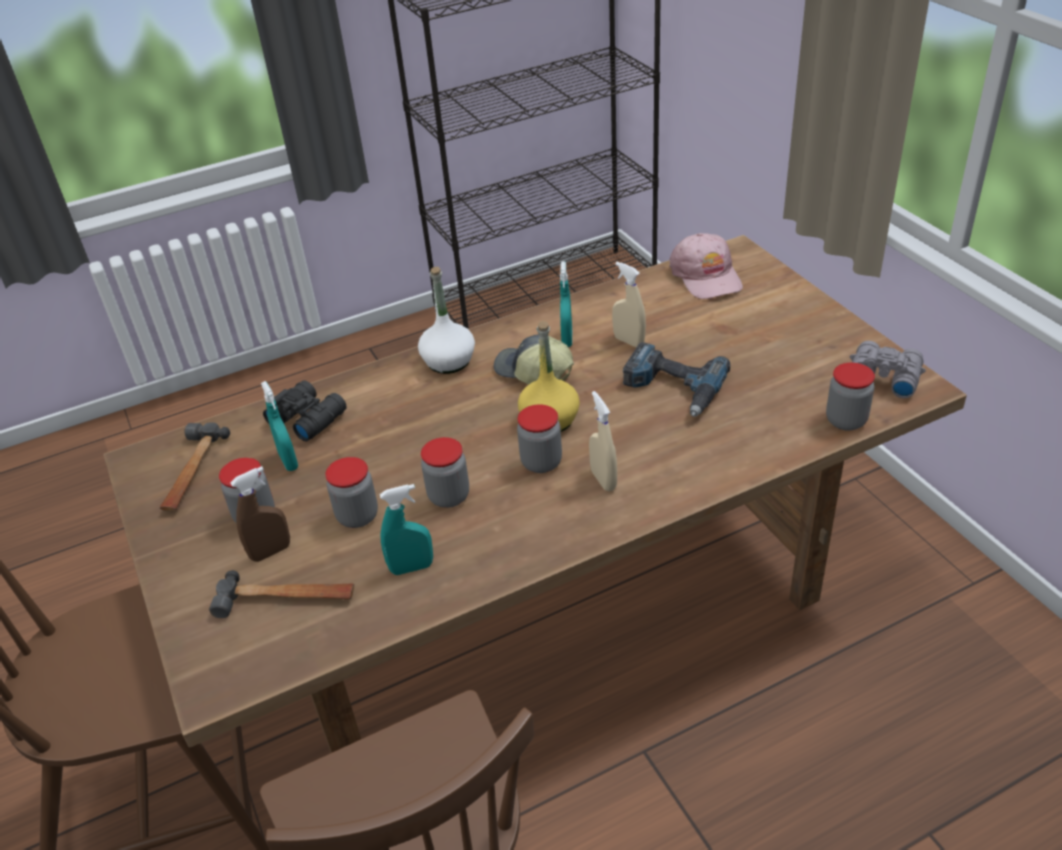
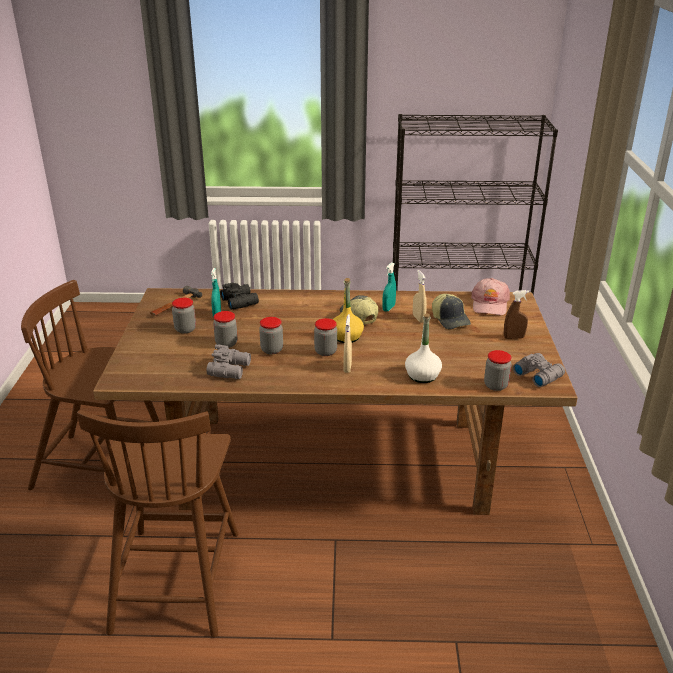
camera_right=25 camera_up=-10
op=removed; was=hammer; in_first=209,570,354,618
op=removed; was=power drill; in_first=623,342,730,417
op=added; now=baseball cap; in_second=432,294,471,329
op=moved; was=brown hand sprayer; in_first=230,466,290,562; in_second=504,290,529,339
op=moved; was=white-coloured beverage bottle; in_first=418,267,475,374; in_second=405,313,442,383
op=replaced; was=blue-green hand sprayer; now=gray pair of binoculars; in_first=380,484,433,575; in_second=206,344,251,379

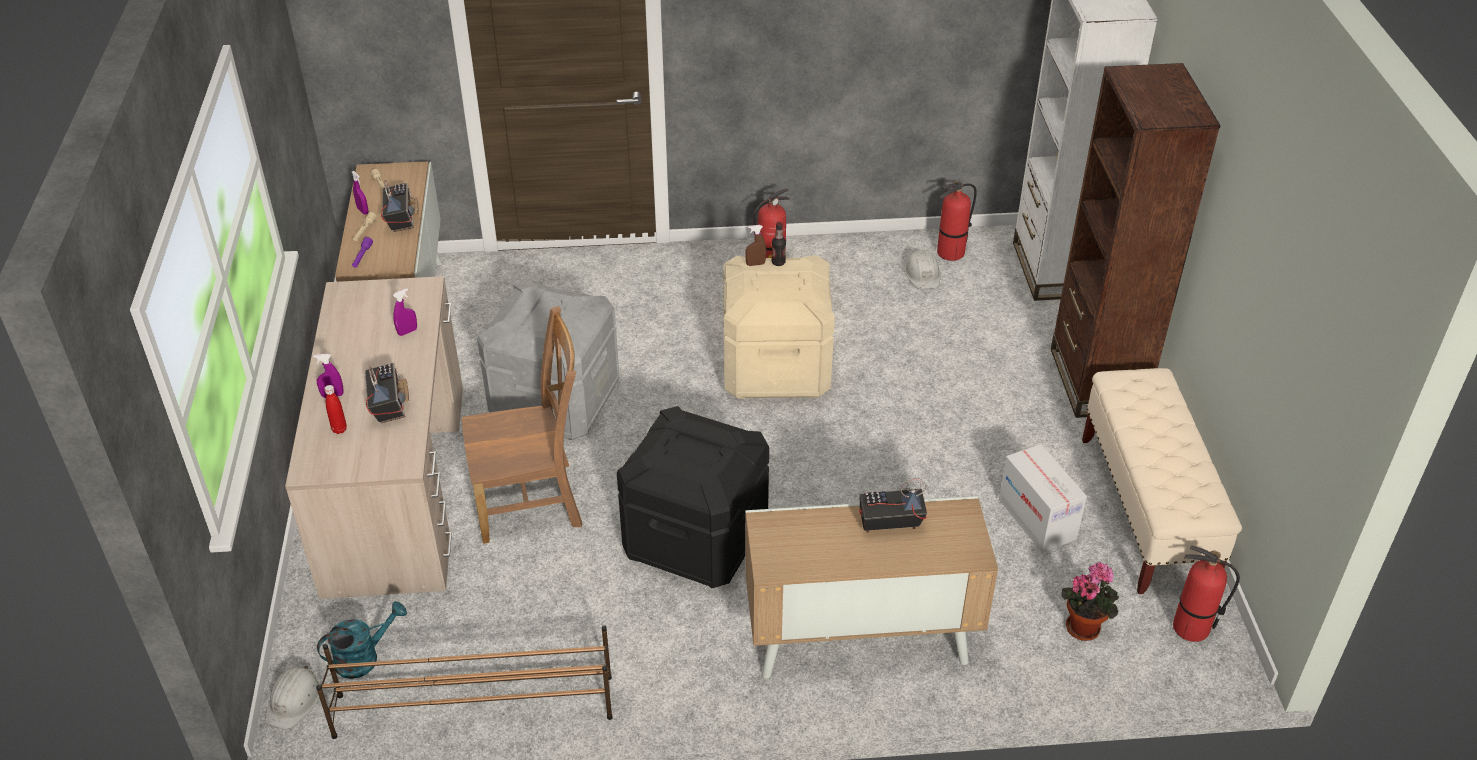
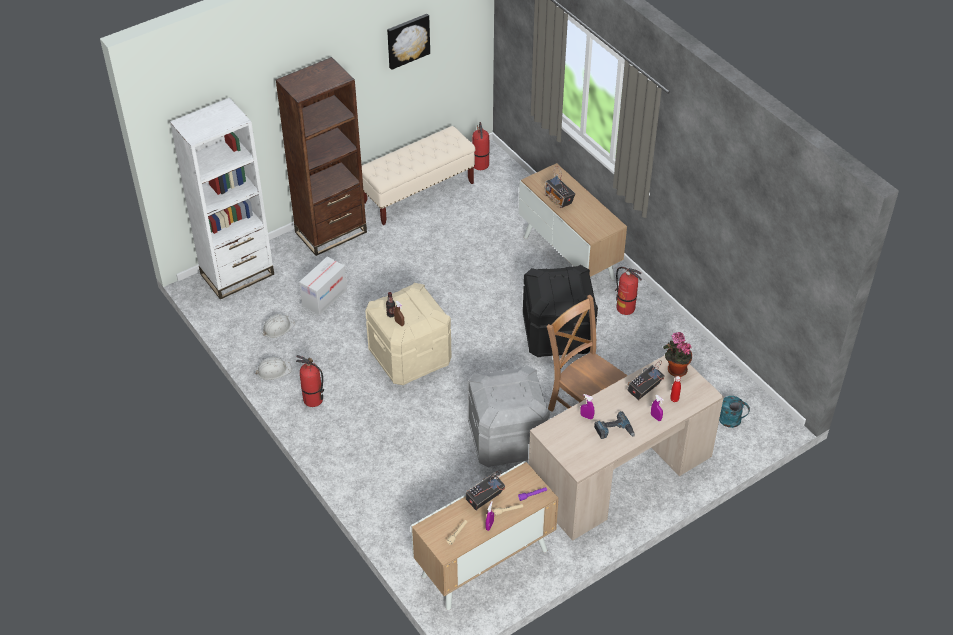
camera_right=-120 camera_up=5
op=removed; was=brown shoe rack; in_first=316,625,613,739
op=added; now=wall art; in_second=387,14,430,70
op=added; now=power drill; in_second=594,411,635,439
op=moved; was=white-coloured hard hat; in_first=265,666,320,730; in_second=255,357,292,380
op=moved; was=fire extinguisher; in_first=937,181,977,261; in_second=615,267,642,315
op=moved; was=packing box; in_first=999,444,1087,553; in_second=299,257,347,315
op=moved; was=houseplant; in_first=1061,562,1119,641; in_second=663,332,692,377

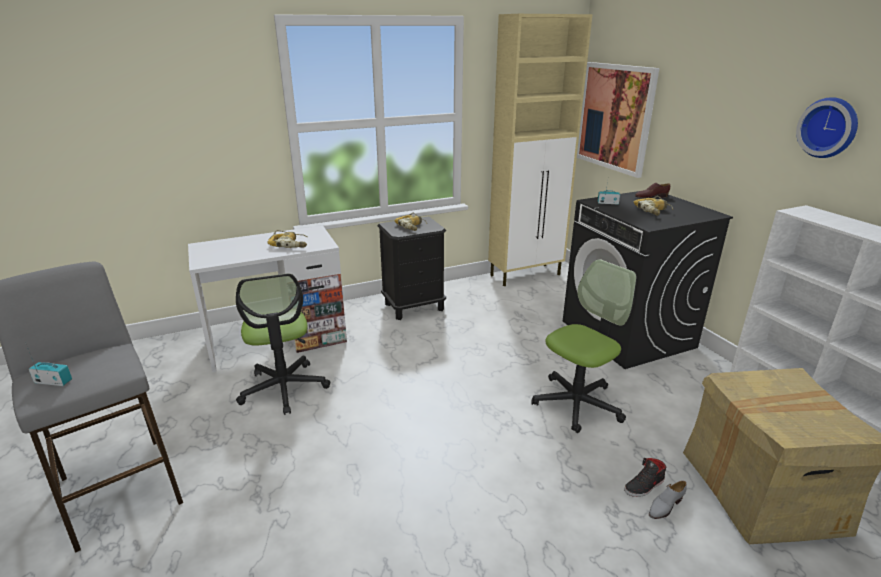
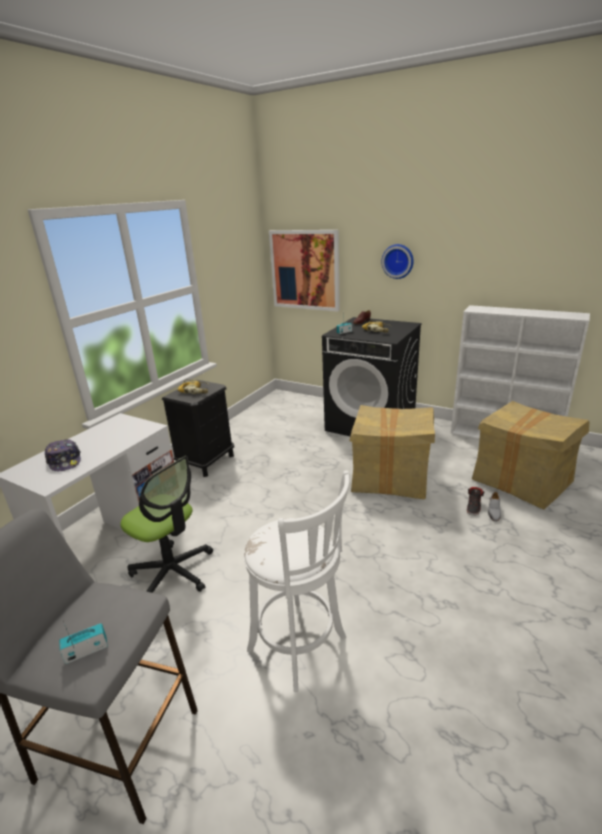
camera_right=-35 camera_up=0
op=removed; was=power drill; in_first=267,230,307,248
op=removed; was=beige-coloured storage cabinet; in_first=488,14,593,286
op=added; now=baseball cap; in_second=45,439,81,471
op=added; now=white-coloured stool seat; in_second=244,470,350,692
op=moved; was=clock on the wall; in_first=796,97,858,158; in_second=381,244,414,279
op=replaced; was=office chair; now=packing box; in_first=531,259,637,433; in_second=349,405,435,499

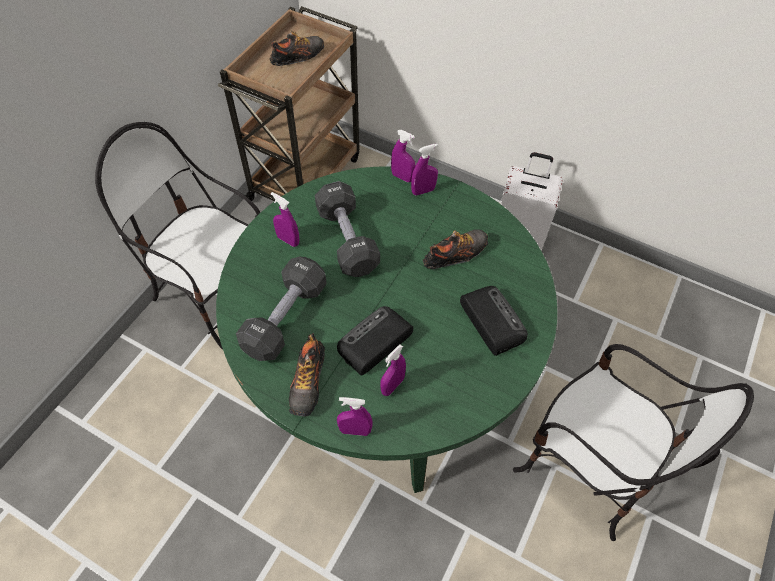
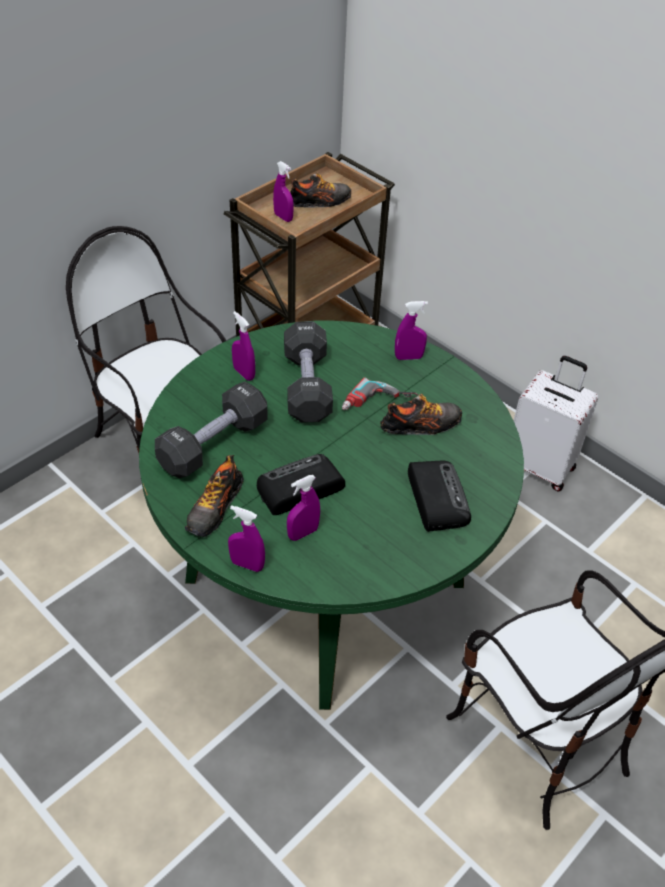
camera_right=15 camera_up=-10
op=added; now=power drill; in_second=342,377,418,410
op=moved; was=purple hand sprayer; in_first=391,130,416,182; in_second=273,161,294,222

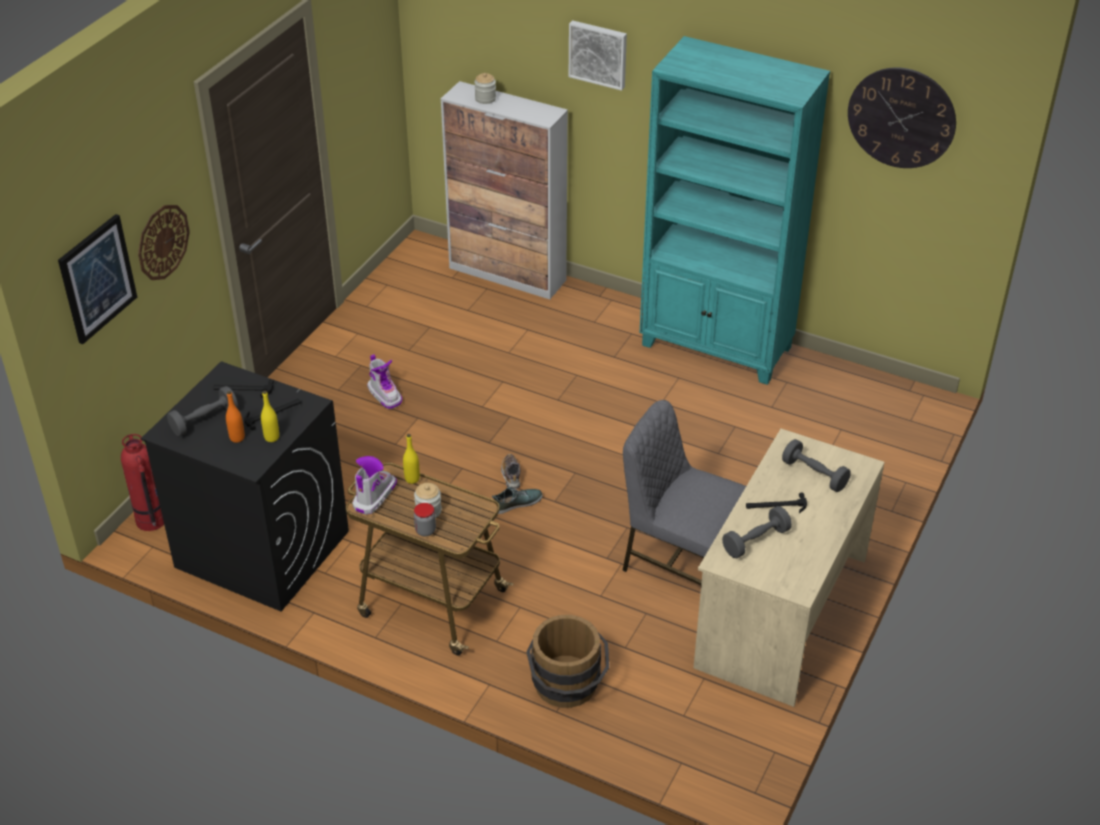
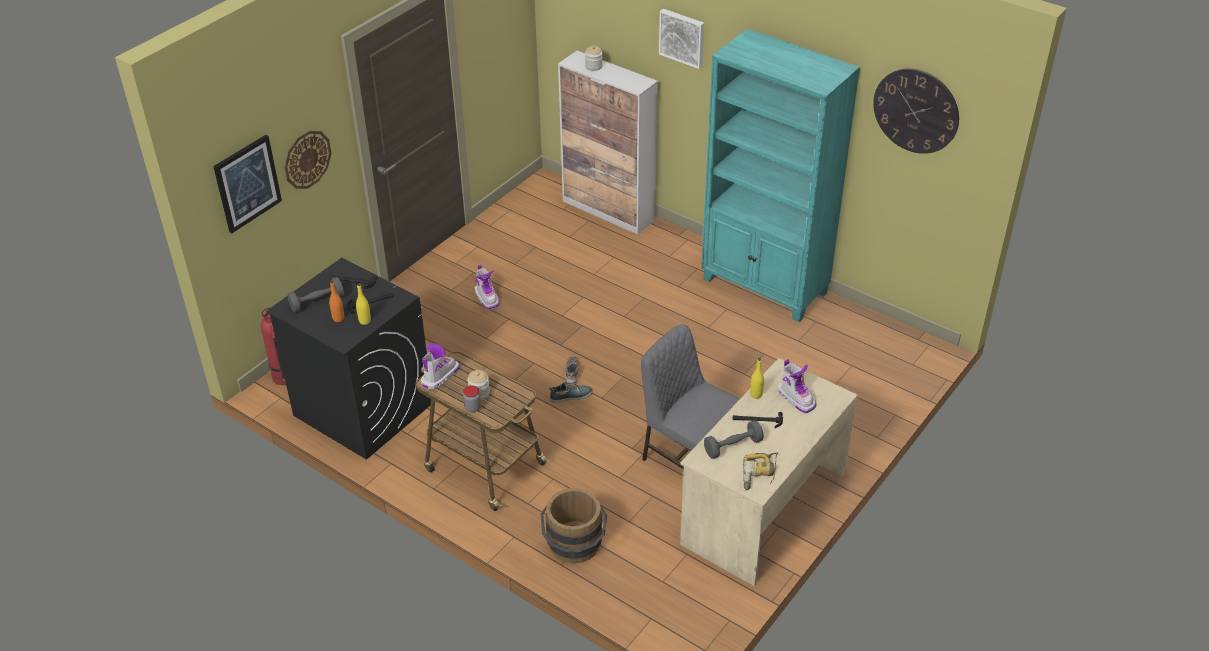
camera_right=10 camera_up=0
op=added; now=power drill; in_second=743,452,778,490
op=moved; was=yellow-coloured beverage bottle; in_first=403,434,420,484; in_second=750,358,764,399
op=replaced; was=gray hand weight; now=boot; in_first=782,439,851,492; in_second=777,359,816,413

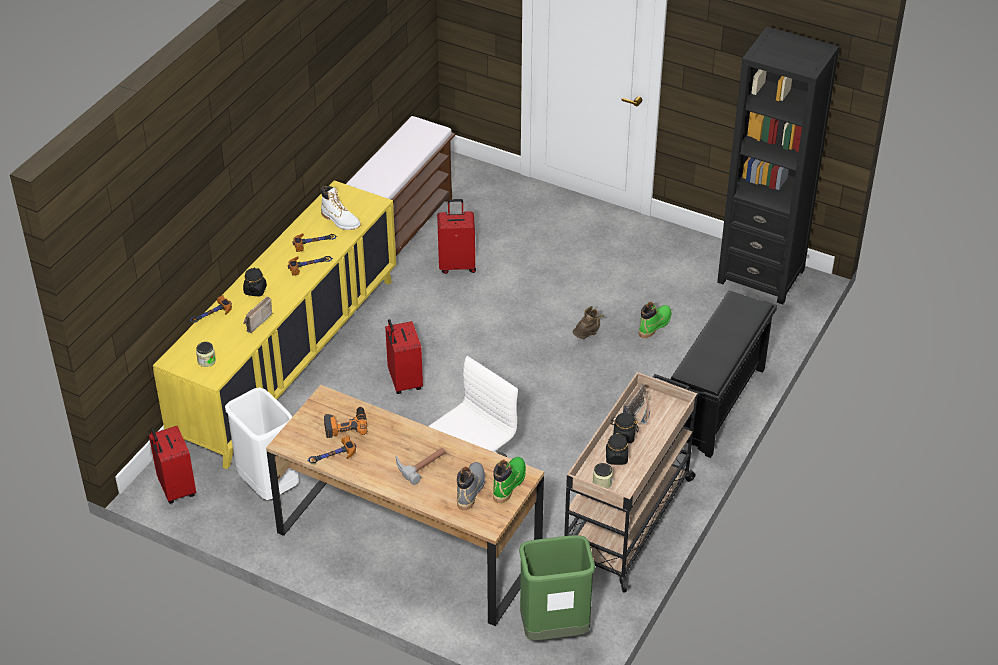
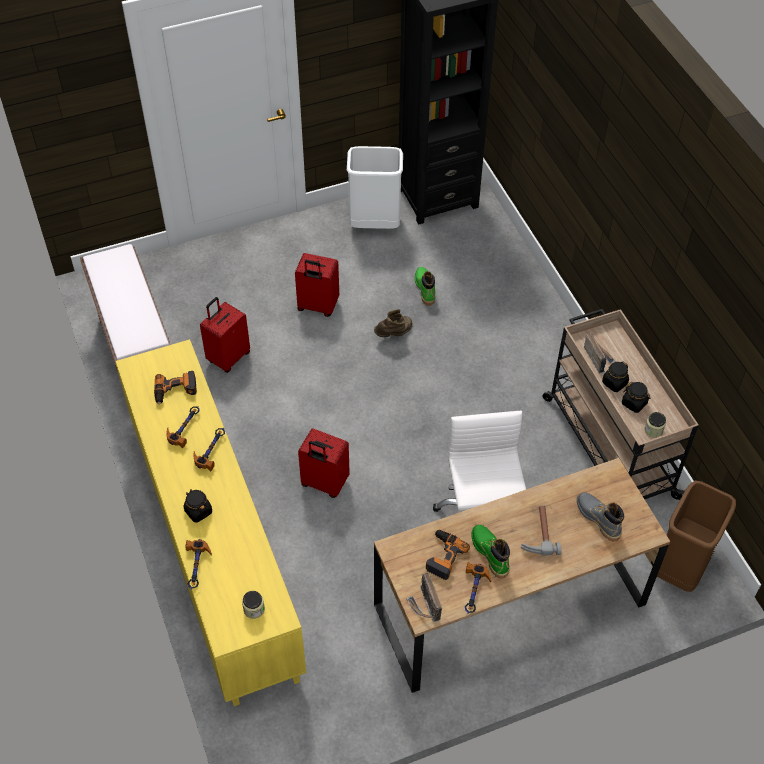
camera_right=-50 camera_up=10
op=removed; was=black-coloured shoe rack; in_first=668,290,777,458
op=moved; was=reddish suitcase; in_first=149,426,196,504; in_second=295,253,339,317
op=moved; was=white-coloured waste bin; in_first=225,387,299,500; in_second=347,146,403,229
op=moved; was=radio receiver; in_first=243,297,273,333; in_second=406,573,442,622
op=moved; was=greenish boot; in_first=493,457,526,503; in_second=471,525,510,579
op=replaced; was=white-coloured boot; now=power drill; in_first=321,186,361,230; in_second=154,371,197,405
op=recoloured; was=greenish waste bin; now=brown waste bin; in_first=519,535,595,640; in_second=657,481,736,592
op=turned; was=brown boot; in_first=573,306,604,339; in_second=374,309,413,337; clockwise=75

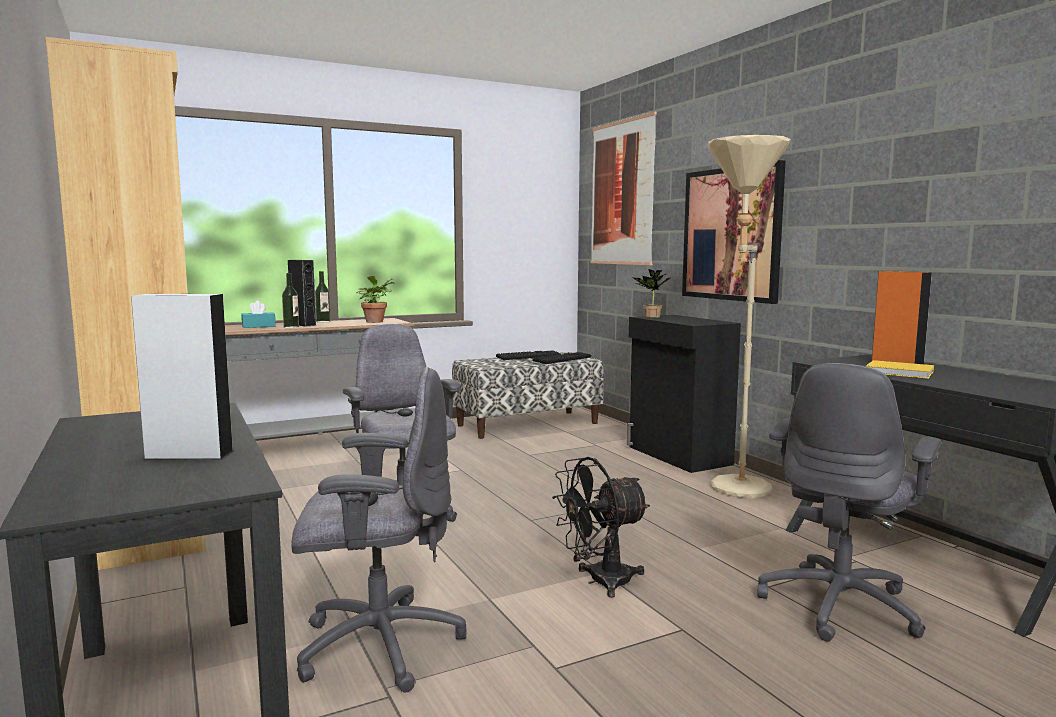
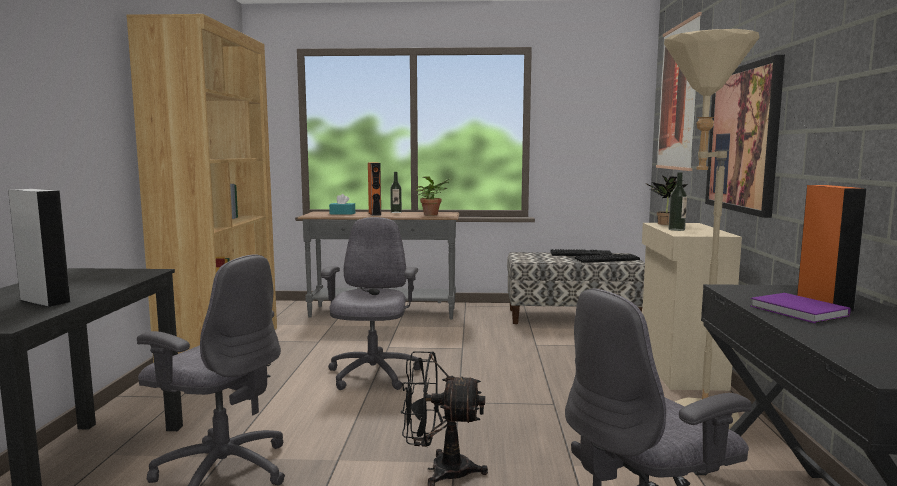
camera_right=30 camera_up=0
op=moved; was=beverage bottle; in_first=282,273,299,328; in_second=668,172,687,231
op=recoloured; was=black-coloured loudspeaker; now=orangey loudspeaker; in_first=288,260,317,327; in_second=368,163,381,216
op=recoloured; was=black-coloured storage cabinet; now=beige-coloured storage cabinet; in_first=627,315,741,473; in_second=642,223,742,391
op=recoloured; was=yellow-coloured book; now=purple book; in_first=866,360,934,379; in_second=750,293,851,323

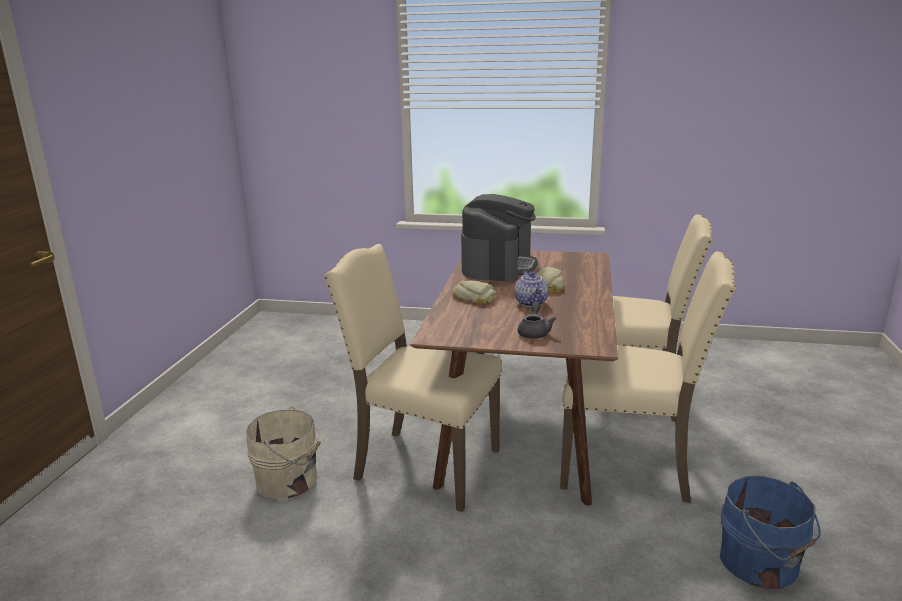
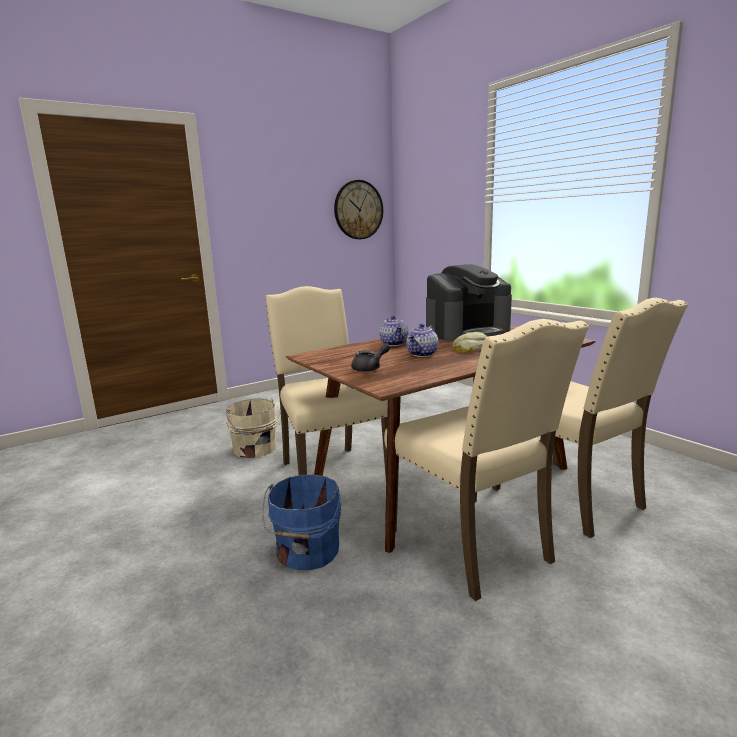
camera_right=45 camera_up=-5
op=added; now=clock on the wall; in_second=334,180,383,239
op=moved; was=blue-coloured bucket; in_first=720,476,821,589; in_second=262,475,341,570
op=replaced; was=bread; now=teapot; in_first=452,281,497,304; in_second=379,316,409,346

